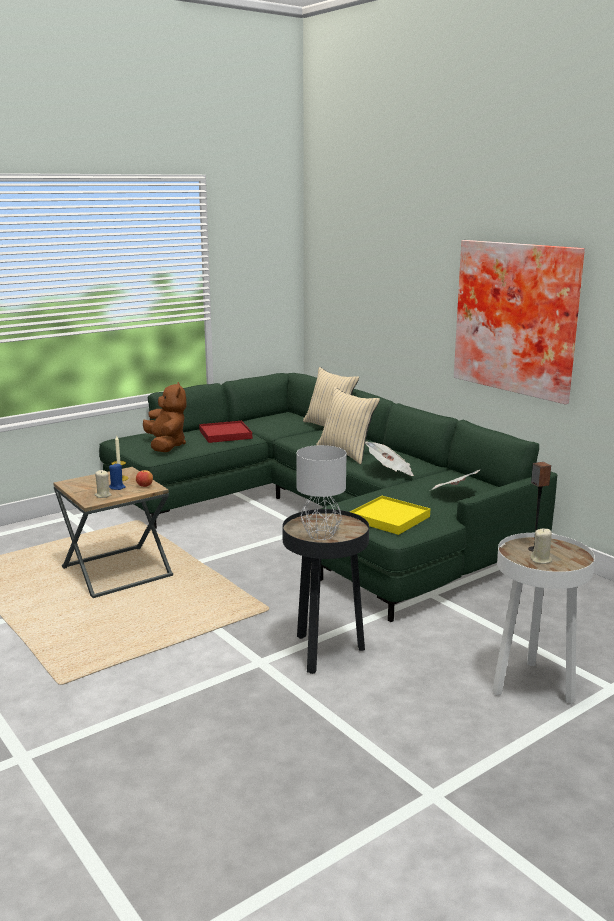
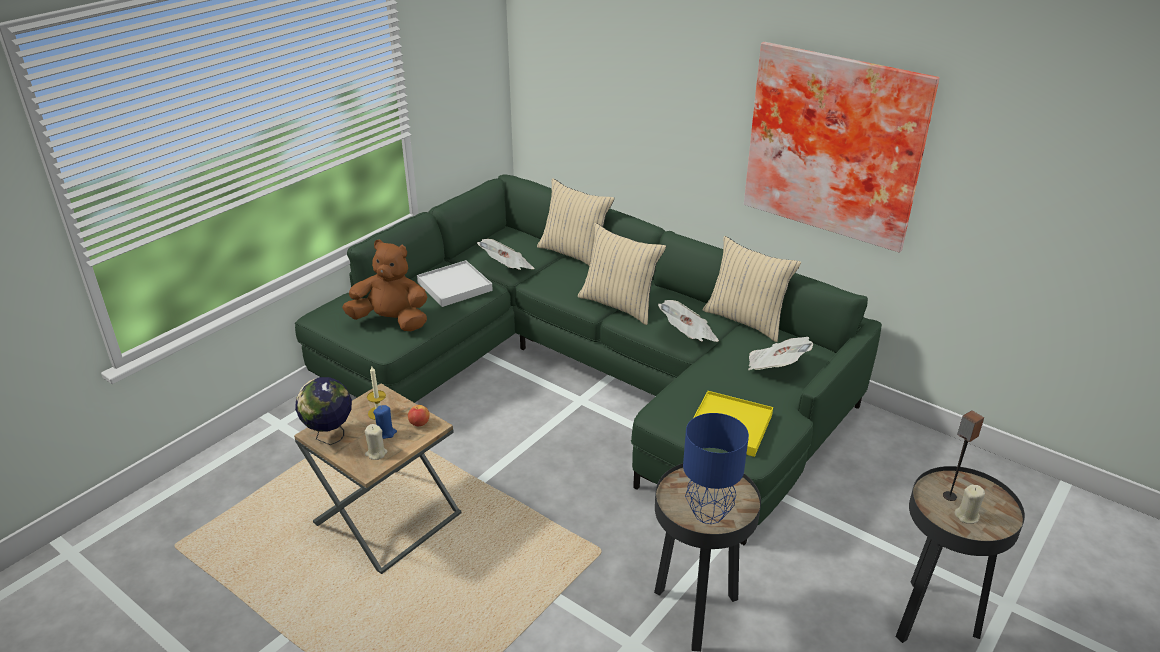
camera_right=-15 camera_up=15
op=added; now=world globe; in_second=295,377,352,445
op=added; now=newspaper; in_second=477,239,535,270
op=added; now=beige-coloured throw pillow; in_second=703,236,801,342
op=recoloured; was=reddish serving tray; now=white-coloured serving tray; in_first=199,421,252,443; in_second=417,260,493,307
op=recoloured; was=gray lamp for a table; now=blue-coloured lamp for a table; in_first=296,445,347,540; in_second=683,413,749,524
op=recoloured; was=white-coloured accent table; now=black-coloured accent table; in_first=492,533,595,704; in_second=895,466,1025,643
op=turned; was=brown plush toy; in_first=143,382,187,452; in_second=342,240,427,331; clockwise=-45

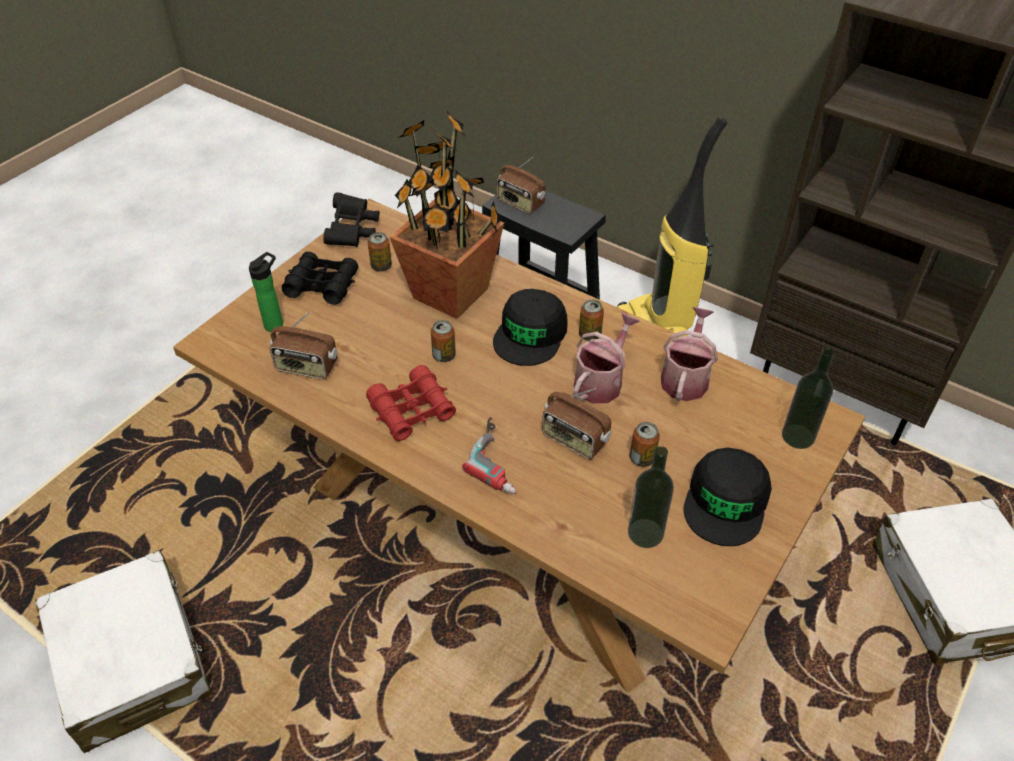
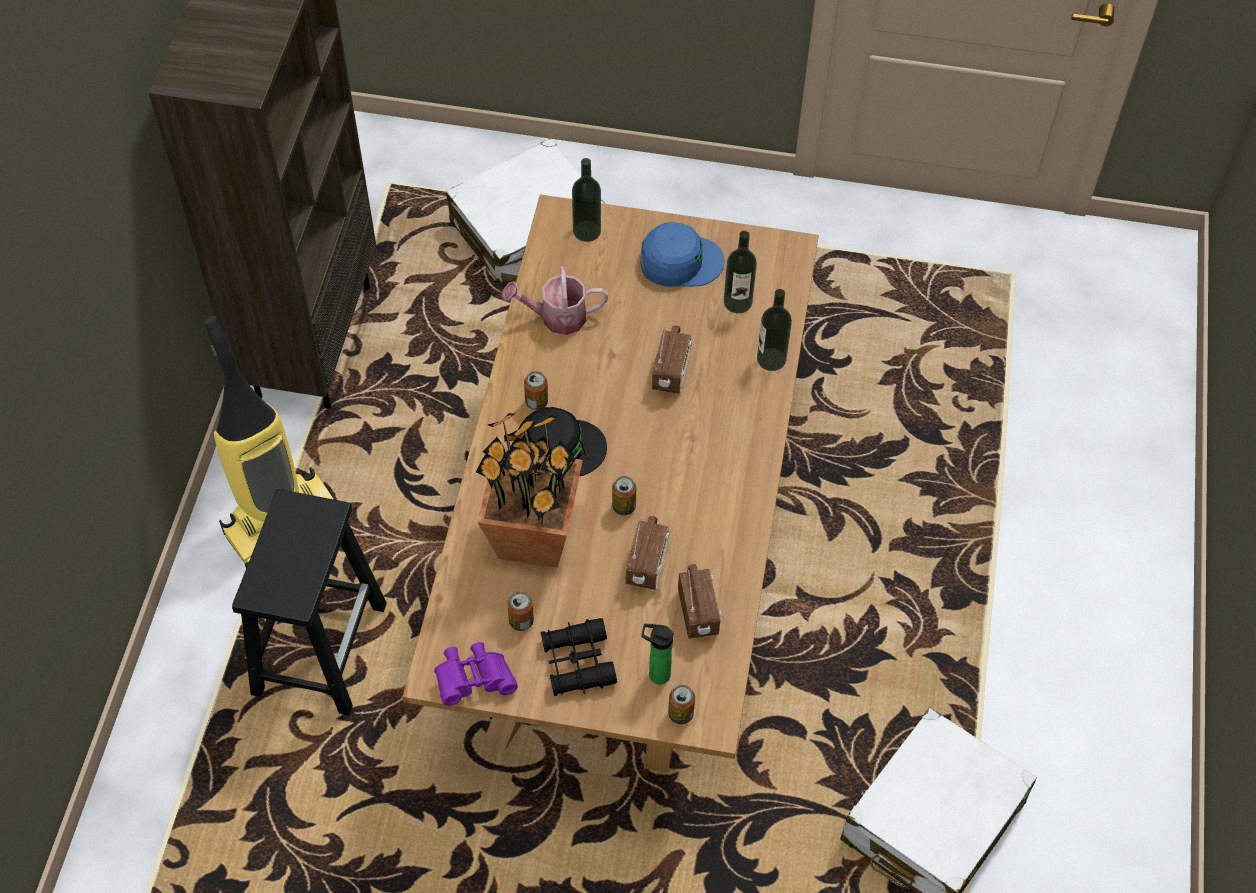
camera_right=-115 camera_up=10
op=removed; was=reddish pair of binoculars; in_first=366,365,456,441
op=removed; was=power drill; in_first=462,417,516,494
op=removed; was=sprinkling can; in_first=574,313,640,404
op=added; now=beverage bottle; in_second=757,289,792,371
op=moved; was=radio receiver; in_first=497,157,545,214; in_second=626,516,670,590
op=moved; was=metal can; in_first=630,422,660,467; in_second=668,685,695,724
op=recoloured; was=black-coloured pair of binoculars; now=purple pair of binoculars; in_first=323,192,379,247; in_second=434,642,518,706
op=recoloured; was=black-coloured baseball cap; now=blue-coloured baseball cap; in_first=683,448,772,546; in_second=641,222,725,287

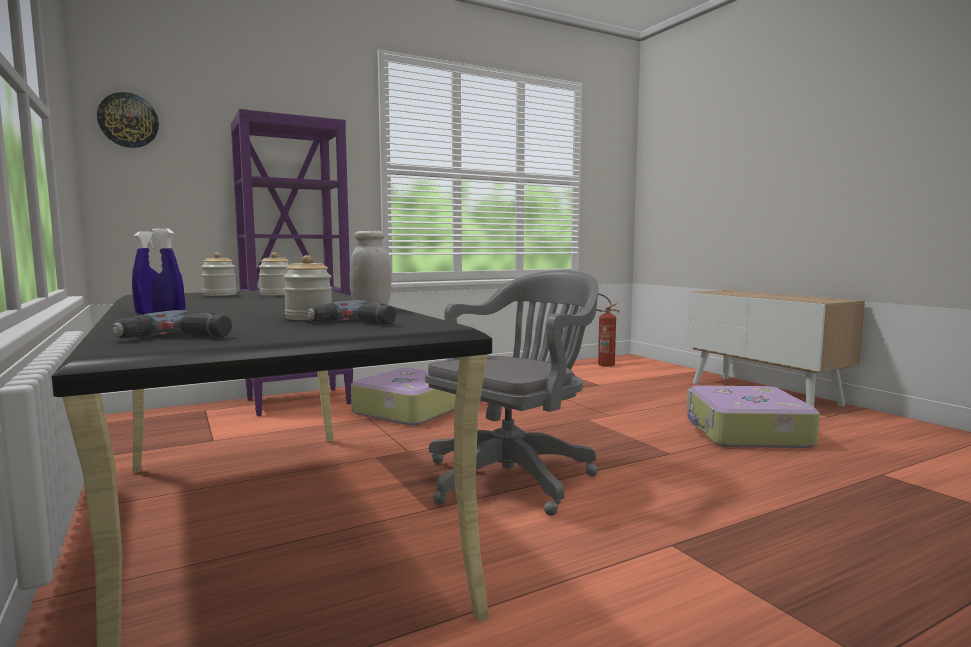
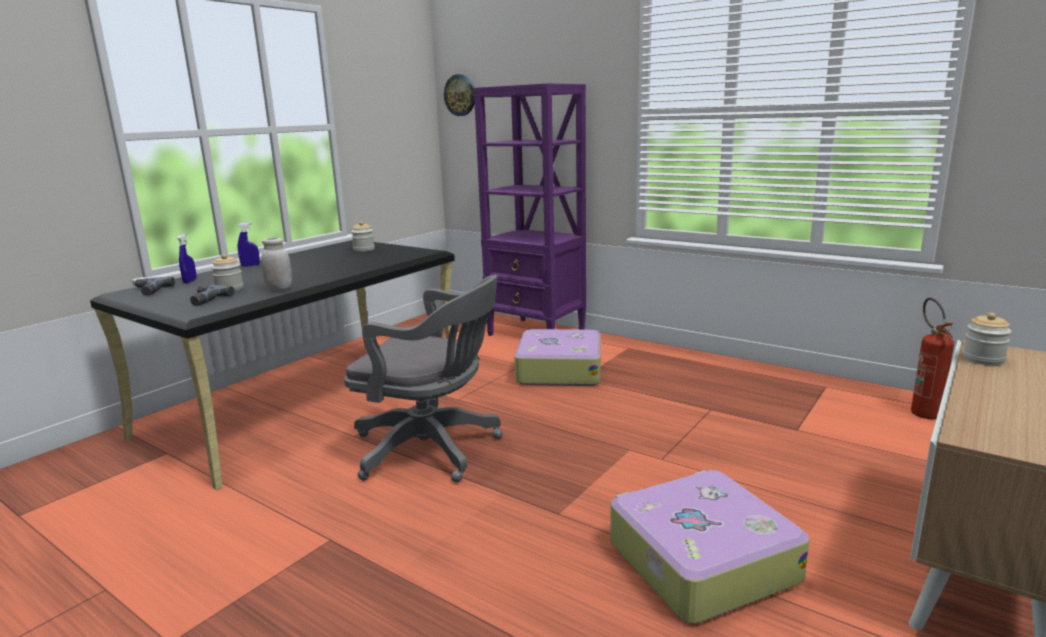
camera_right=65 camera_up=10
op=moved; was=jar; in_first=258,252,290,296; in_second=963,313,1011,365

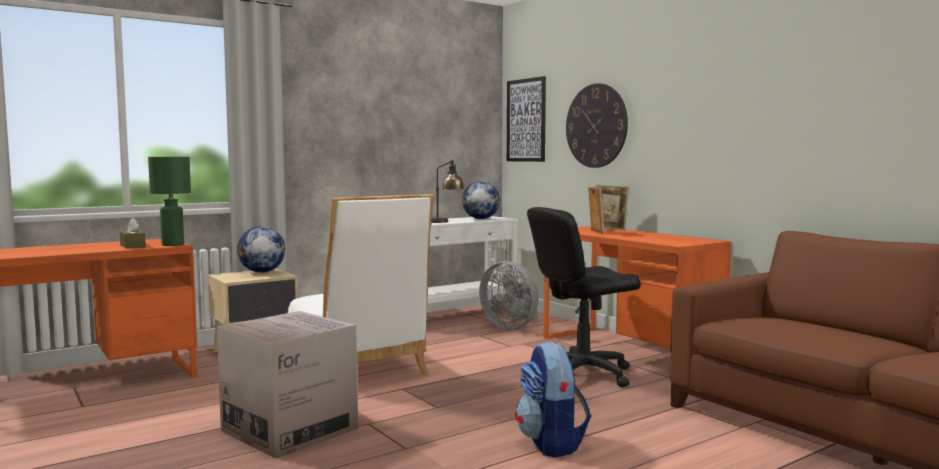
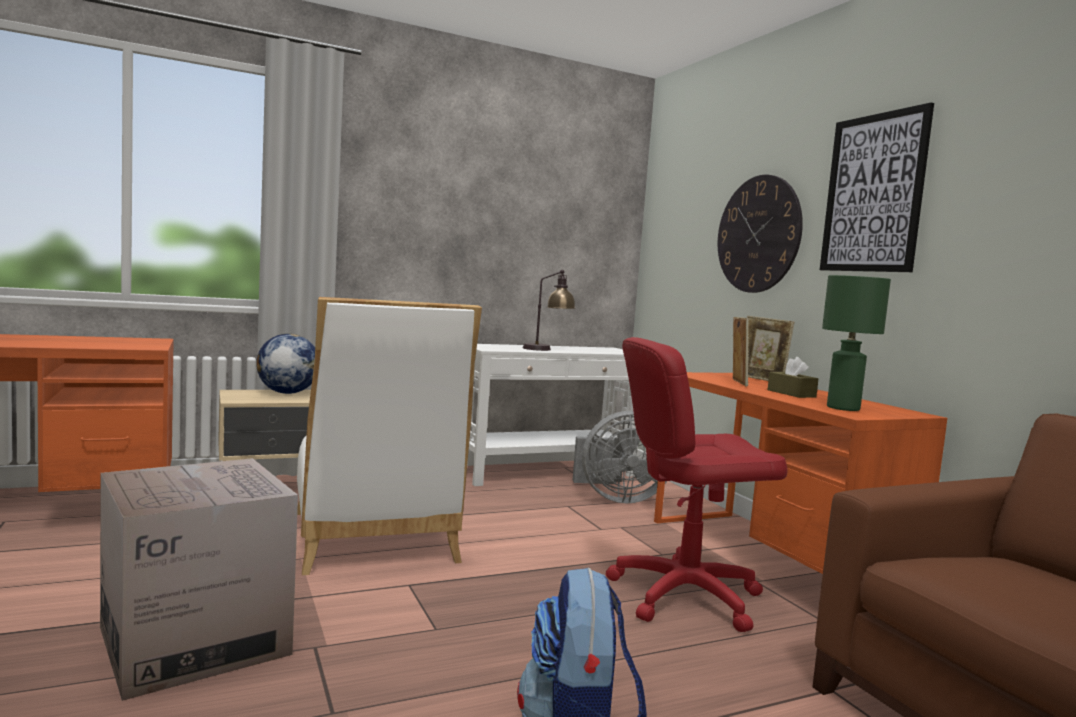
camera_right=10 camera_up=0
op=removed; was=world globe; in_first=462,181,500,219
op=moved; was=brown tissue holder; in_first=120,218,146,249; in_second=768,357,818,398
op=moved; was=greenish lamp for a table; in_first=148,157,191,246; in_second=822,275,891,411
op=moved; was=wall art; in_first=507,76,546,162; in_second=820,102,934,272
op=recoloured; was=black-coloured office chair; now=reddish office chair; in_first=527,207,641,387; in_second=606,337,788,632
op=turned; was=gray fan; in_first=479,261,539,330; in_second=573,411,667,503; clockwise=-60

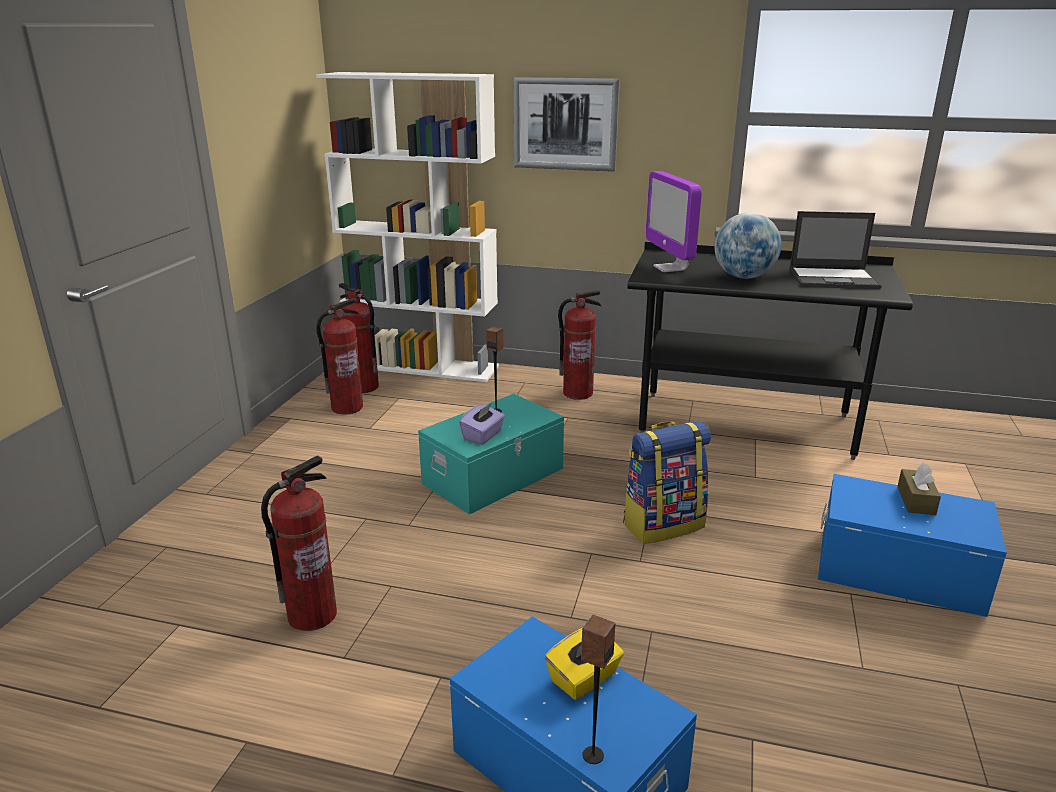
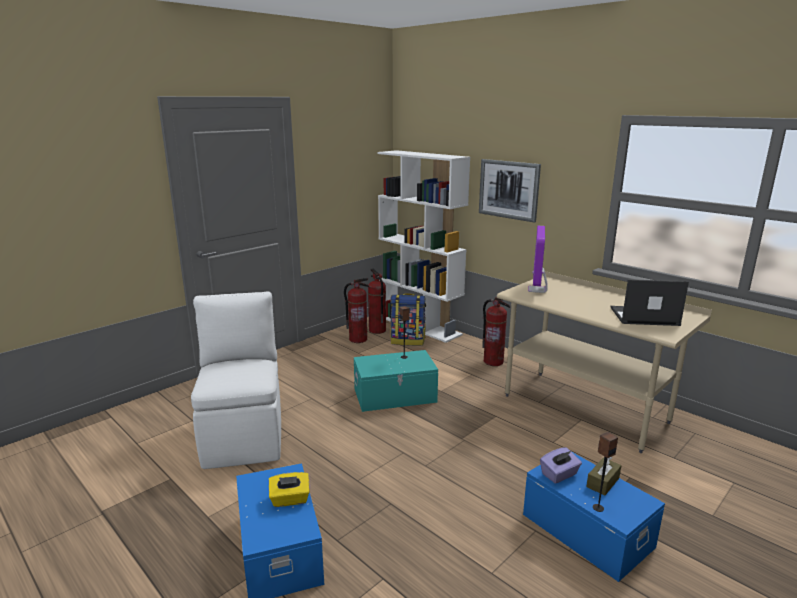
camera_right=30 camera_up=-5
op=removed; was=world globe; in_first=715,212,781,279
op=moved; was=purple tissue holder; in_first=459,403,505,445; in_second=540,447,582,484
op=moved; was=loudspeaker; in_first=581,615,615,764; in_second=593,432,618,512
op=moved; was=knapsack; in_first=623,421,711,544; in_second=390,293,426,346
op=replaced; was=fire extinguisher; now=white-coloured chair; in_first=261,455,337,631; in_second=191,291,281,469
op=recoloured; was=black-coloured desk; now=beige-coloured desk; in_first=627,242,913,460; in_second=497,271,712,453
op=turned; was=portable computer; in_first=790,211,882,289; in_second=611,279,689,326; clockwise=150

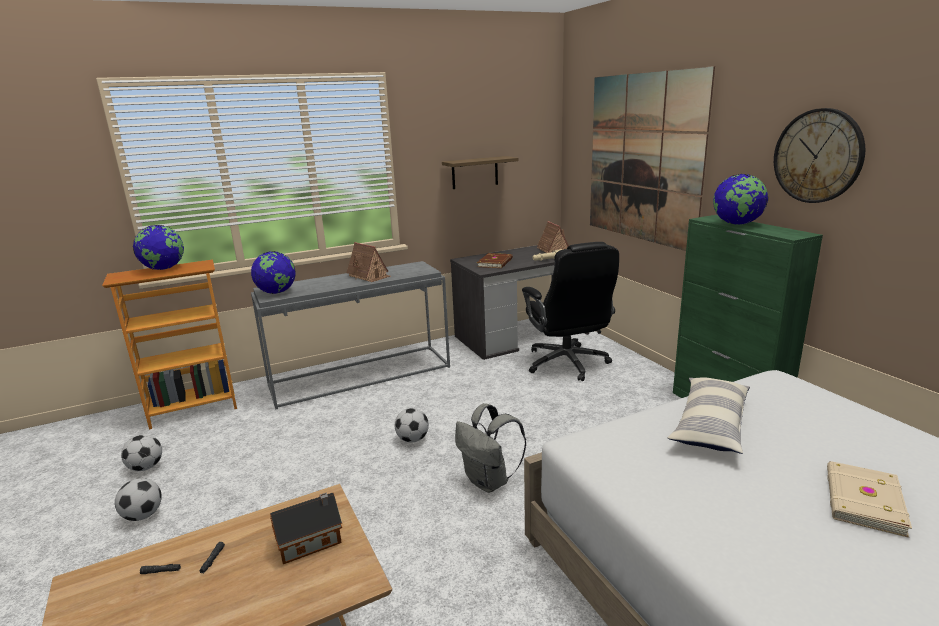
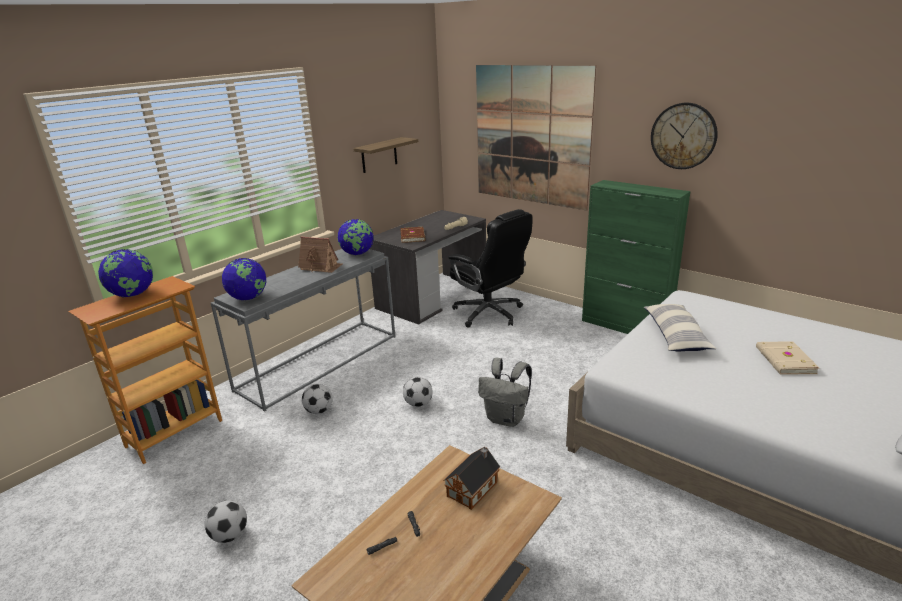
camera_right=-25 camera_up=5
op=removed; was=toy house; in_first=537,221,569,253
op=moved; was=football; in_first=121,434,162,471; in_second=302,384,332,414
op=moved; was=world globe; in_first=713,174,768,225; in_second=337,219,374,255

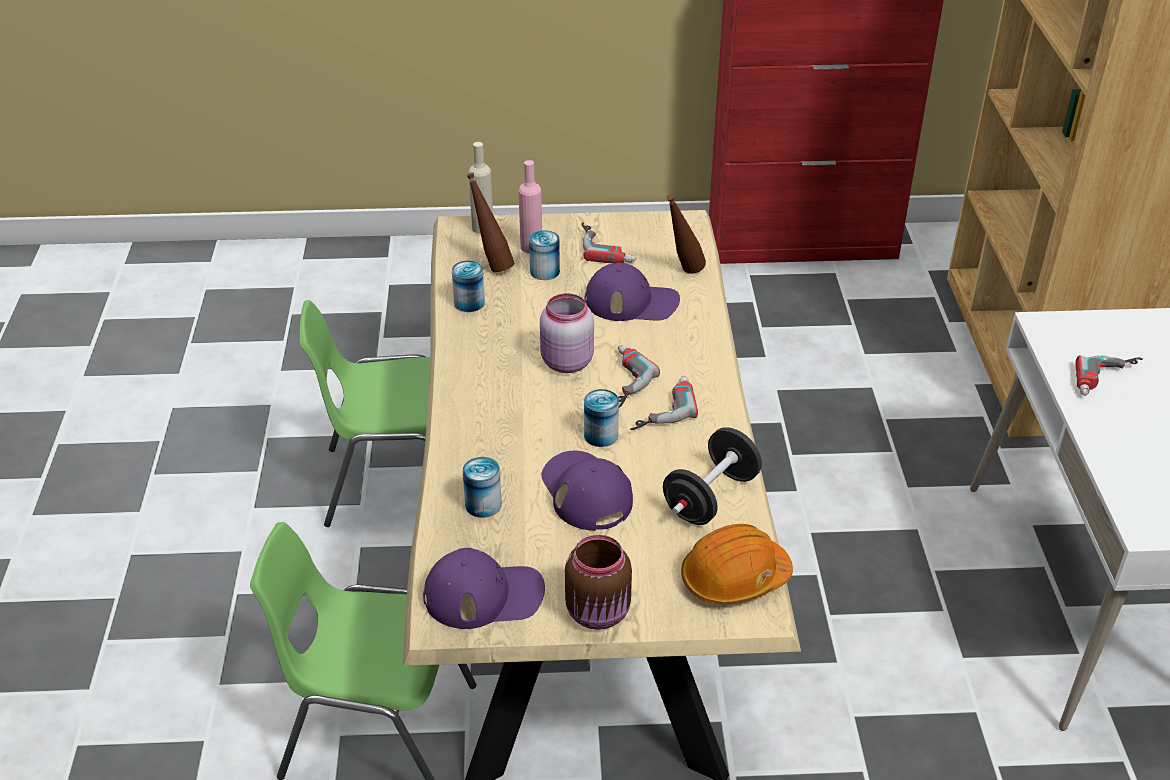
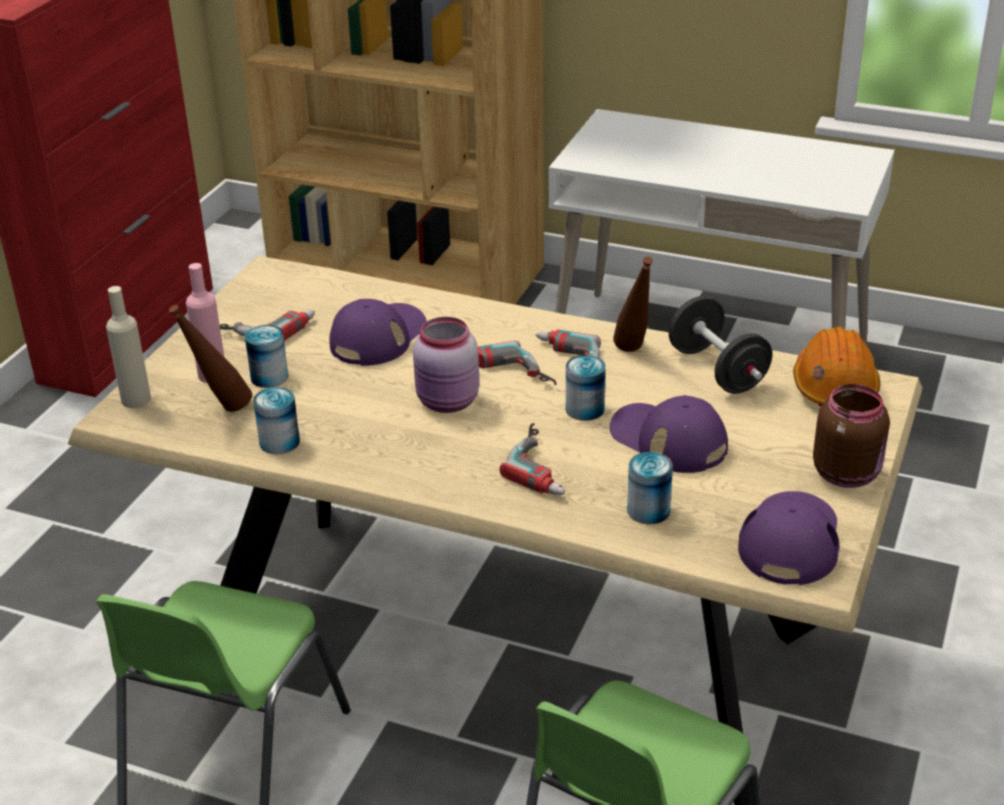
camera_right=-65 camera_up=-5
op=moved; was=brown beverage bottle; in_first=666,194,706,274; in_second=613,257,653,352
op=moved; was=power drill; in_first=1075,355,1143,396; in_second=499,423,565,496
op=turned; was=purple baseball cap; in_first=542,451,633,531; in_second=610,395,728,473; clockwise=45

